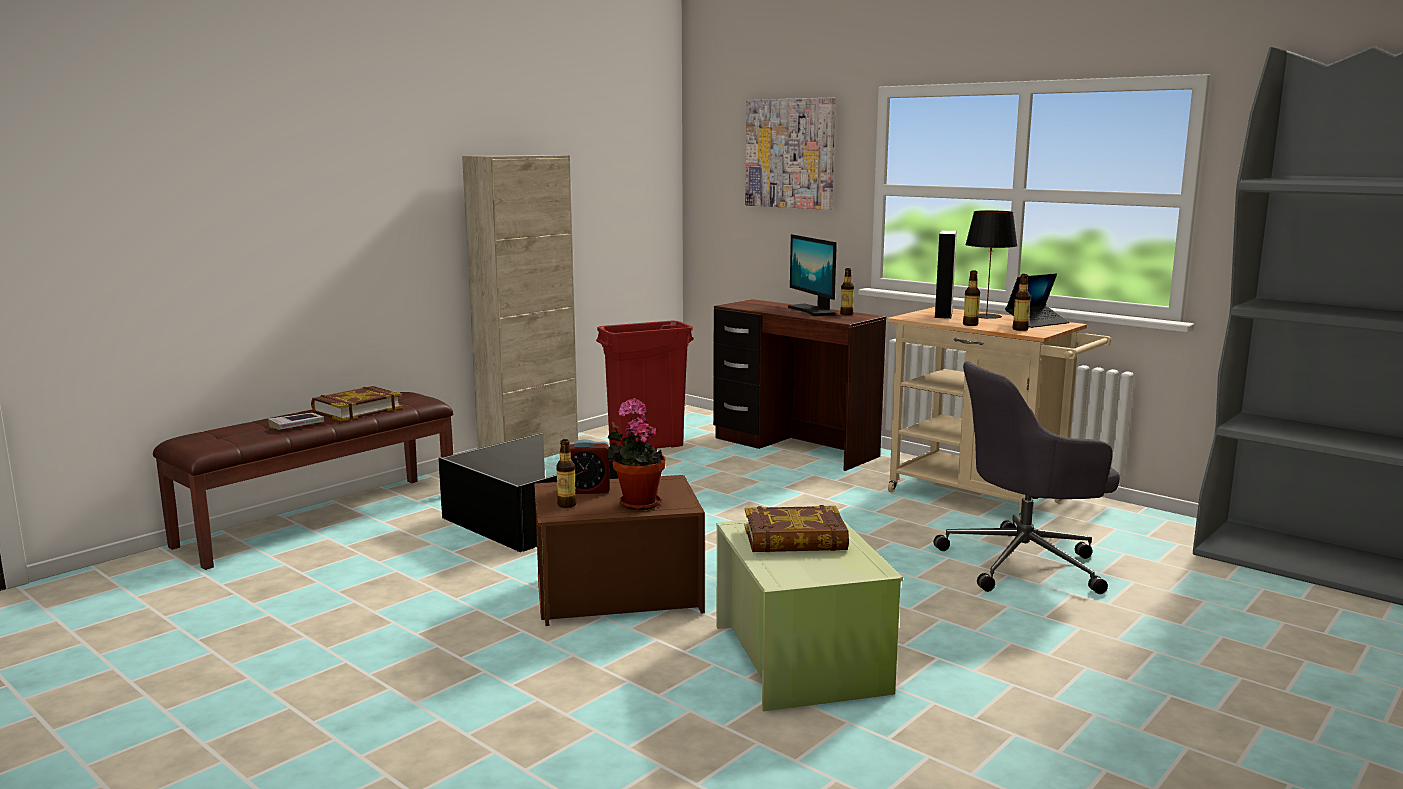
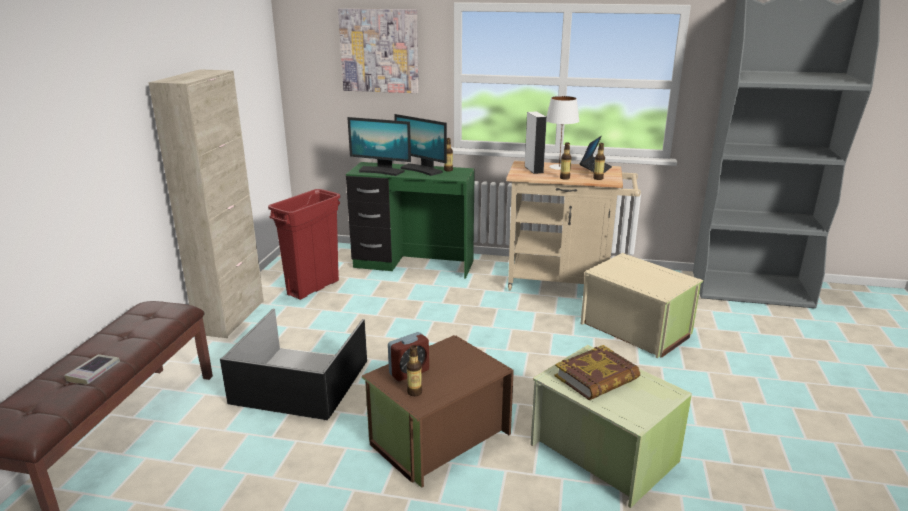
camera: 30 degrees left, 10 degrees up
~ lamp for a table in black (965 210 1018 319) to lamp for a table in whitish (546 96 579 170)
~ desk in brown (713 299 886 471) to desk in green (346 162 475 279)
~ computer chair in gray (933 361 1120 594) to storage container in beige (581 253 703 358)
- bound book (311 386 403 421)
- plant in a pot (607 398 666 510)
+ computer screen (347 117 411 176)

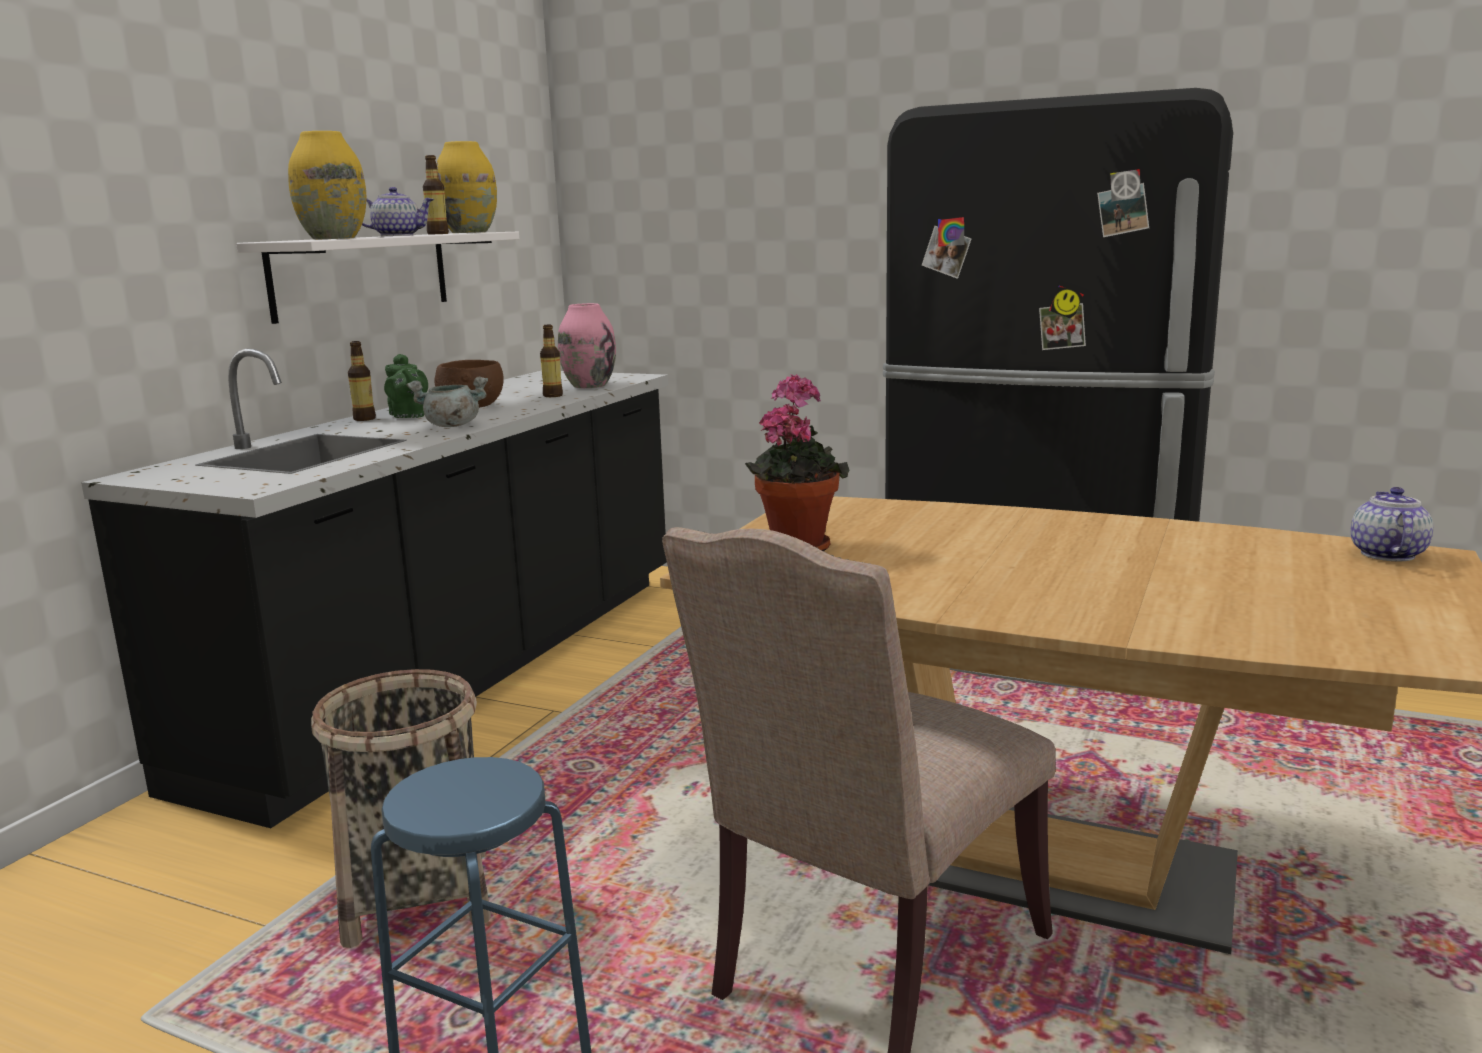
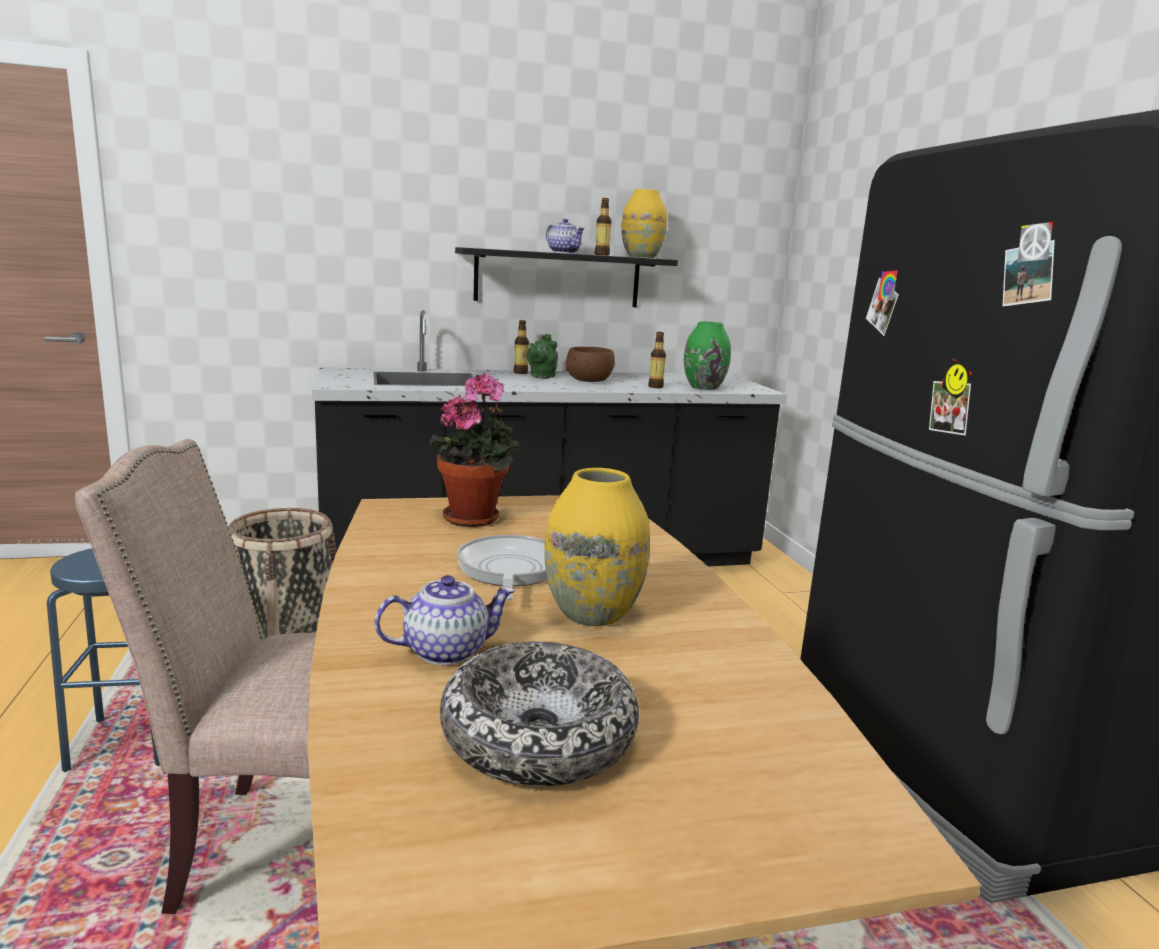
camera: 50 degrees right, 0 degrees up
~ vase in yellowish (288 131 366 240) to (544 468 650 626)
~ bracket shelf in whitish (236 232 519 324) to bracket shelf in black (455 247 678 307)
~ vase in pinkish (558 303 616 388) to vase in green (684 321 731 390)
- saucepot in gray (406 377 488 427)
~ teapot (1351 487 1433 561) to (374 575 515 665)
+ frying pan (457 535 547 601)
+ bowl (440 641 639 786)

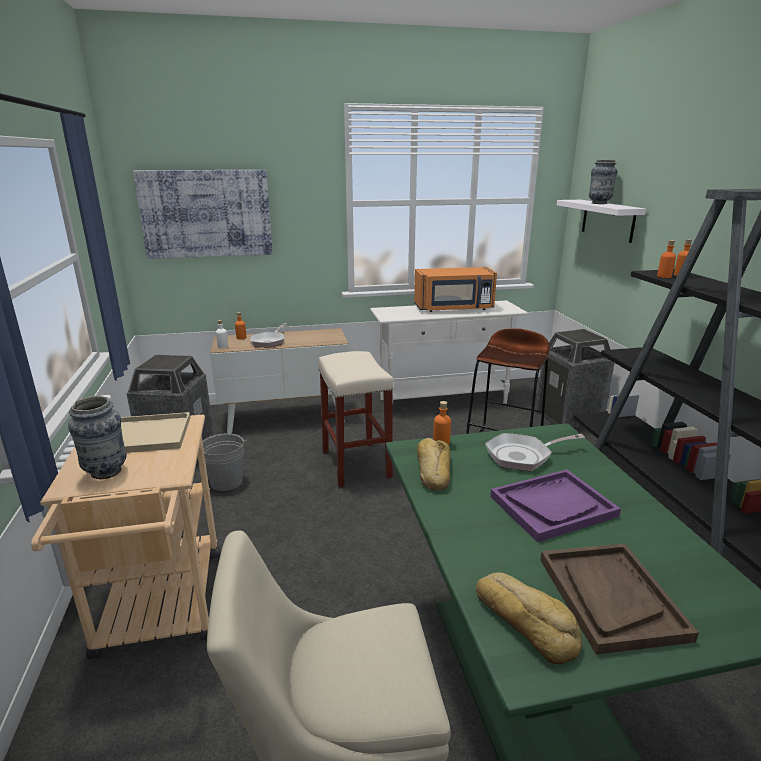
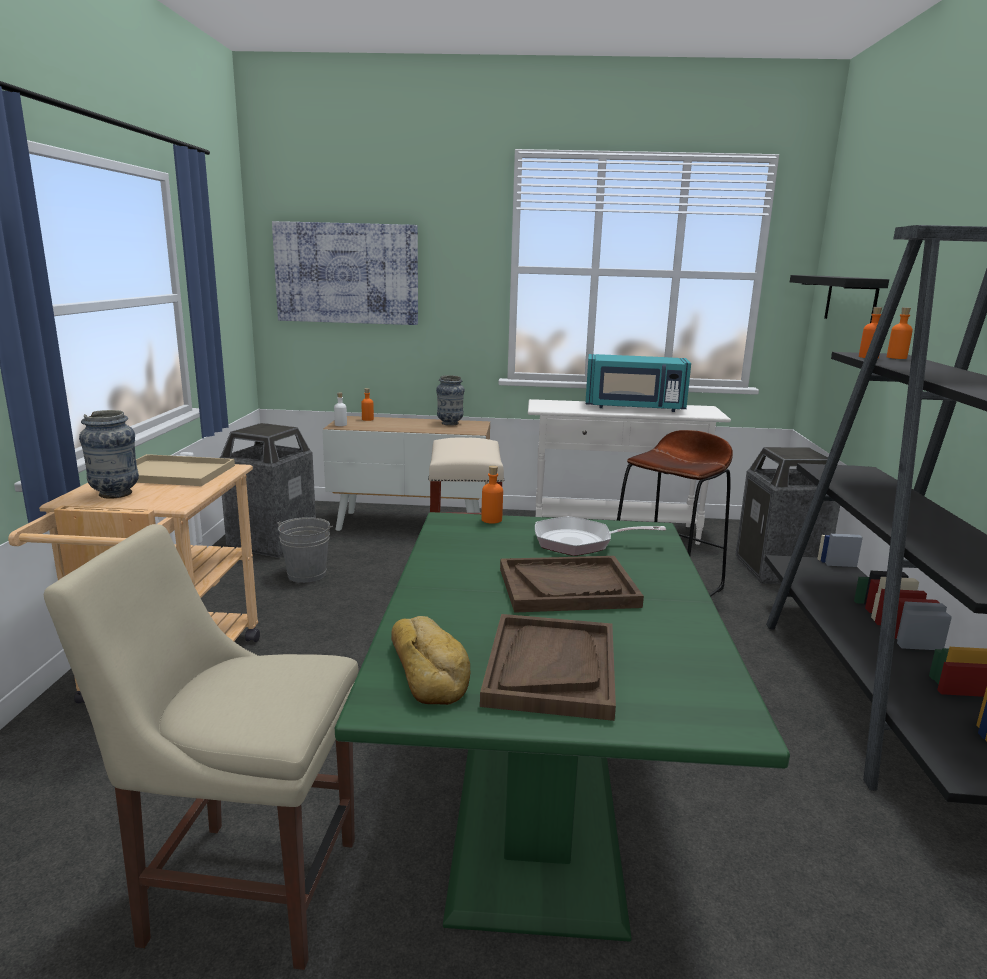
camera: 15 degrees right, 5 degrees down
~ vase (589 160 617 204) to (436 375 465 426)
~ bracket shelf in whitish (557 200 646 243) to bracket shelf in black (790 275 889 323)
~ microwave in orangey (414 267 497 312) to microwave in blue-green (586 354 691 412)
- frying pan (250 323 287 348)
- bread (417 438 450 490)
~ serving tray in purplish (490 469 621 542) to serving tray in brown (500 556 644 613)

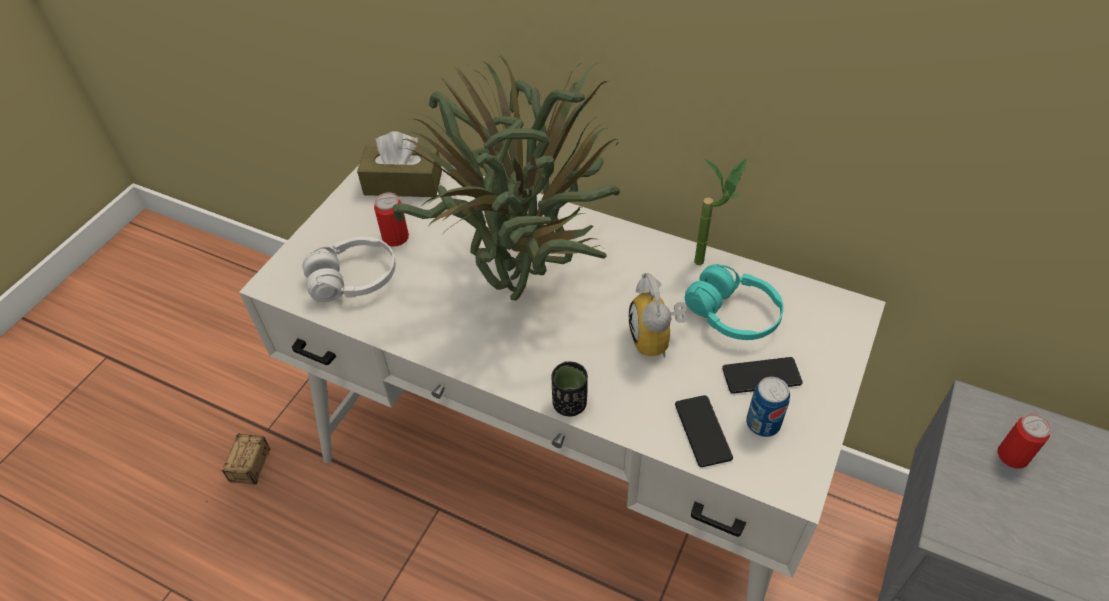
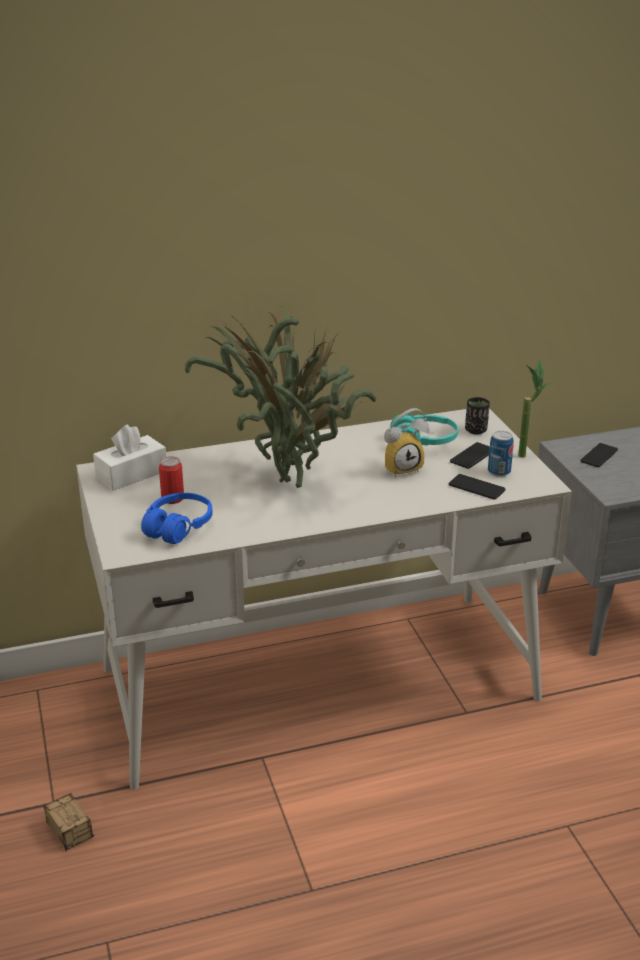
camera: 45 degrees left, 20 degrees down
~ tissue box in brown (357 131 442 197) to tissue box in whitish (93 424 166 491)
~ plant in a pot (694 158 747 265) to (518 359 550 458)
~ pair of headphones in whitish (303 236 396 302) to pair of headphones in bluish (141 493 213 544)
~ bedside clock (629 273 687 357) = (384 408 429 478) 60 degrees counterclockwise
~ cup in black (551 361 588 417) to (465 397 490 435)
~ sealed can (997 414 1051 468) to handset (580 443 618 467)

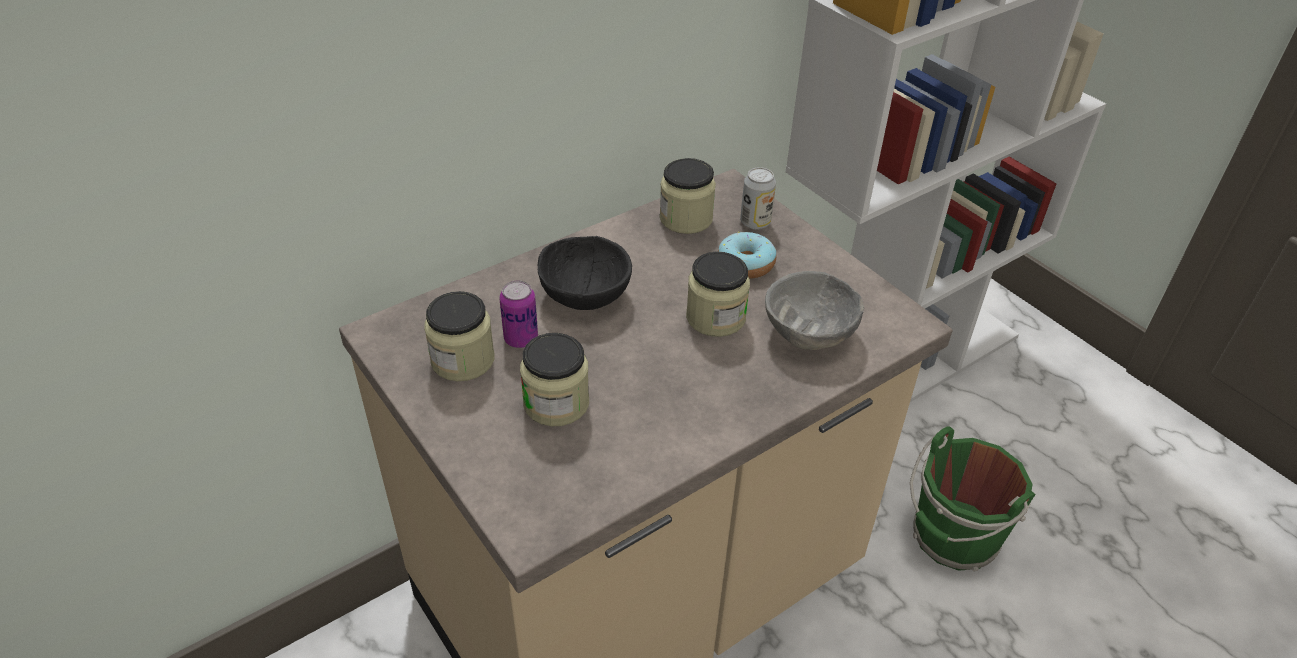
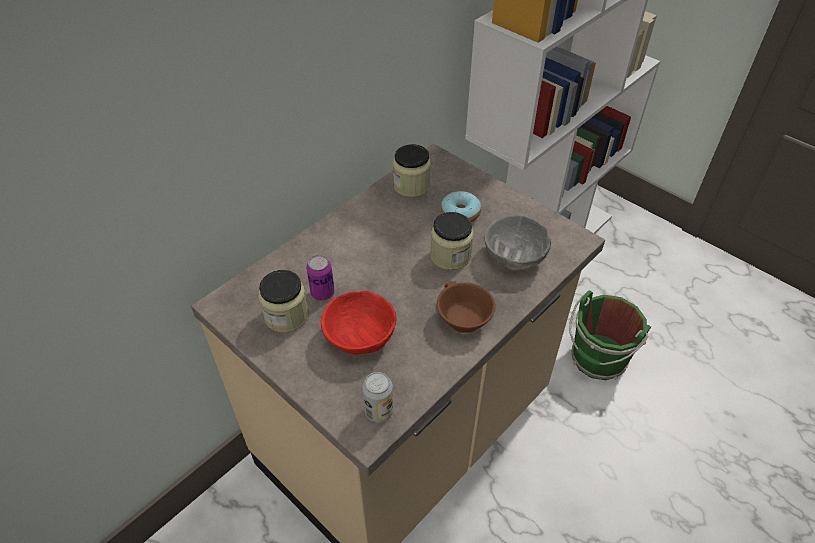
camera: 10 degrees left, 5 degrees up
~ sealed can (740 167 776 230) to (362 372 393 423)
- bowl in black (538 236 632 310)
~ jar (520 333 589 426) to bowl in red-coloured (321 291 397 354)
+ cup in brown (437 281 495 333)

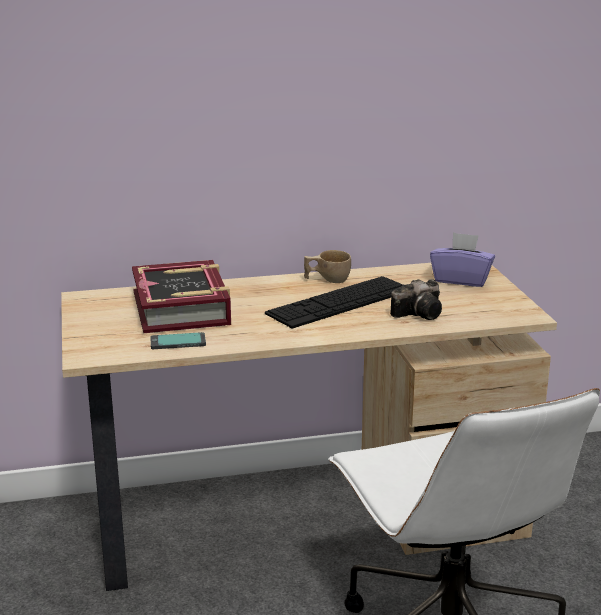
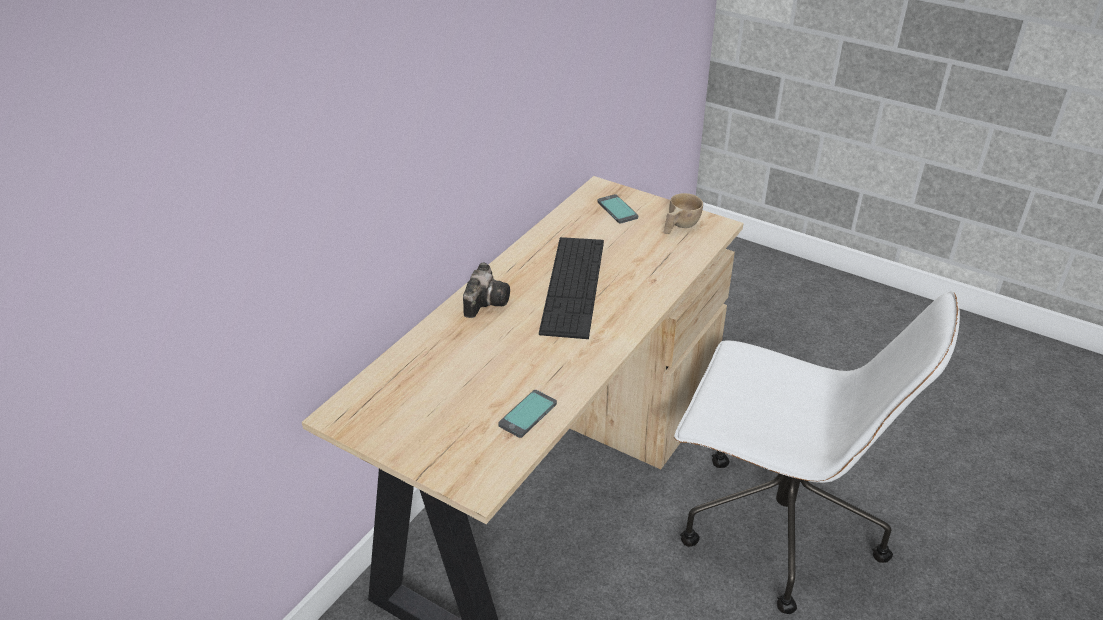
camera: 45 degrees left, 15 degrees up
~ tissue box in purplish (430 232 495 287) to handset (597 194 638 224)
~ cup in beige (304 250 351 283) to (664 193 703 234)
- bound book (132 260 231 333)
~ still camera (390 279 442 320) to (463 262 510 318)

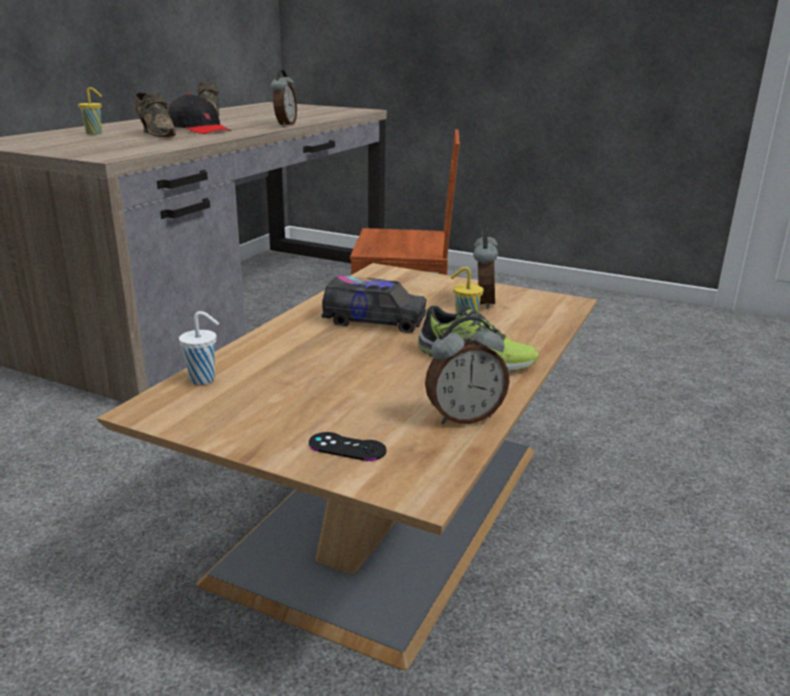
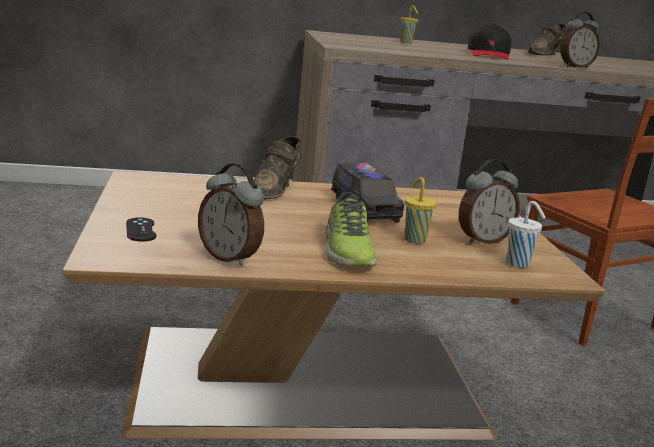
camera: 55 degrees right, 5 degrees down
~ item of footwear in brown (134 92 176 137) to (254 136 301 199)
~ cup in whitish (179 311 219 385) to (506 201 546 268)

